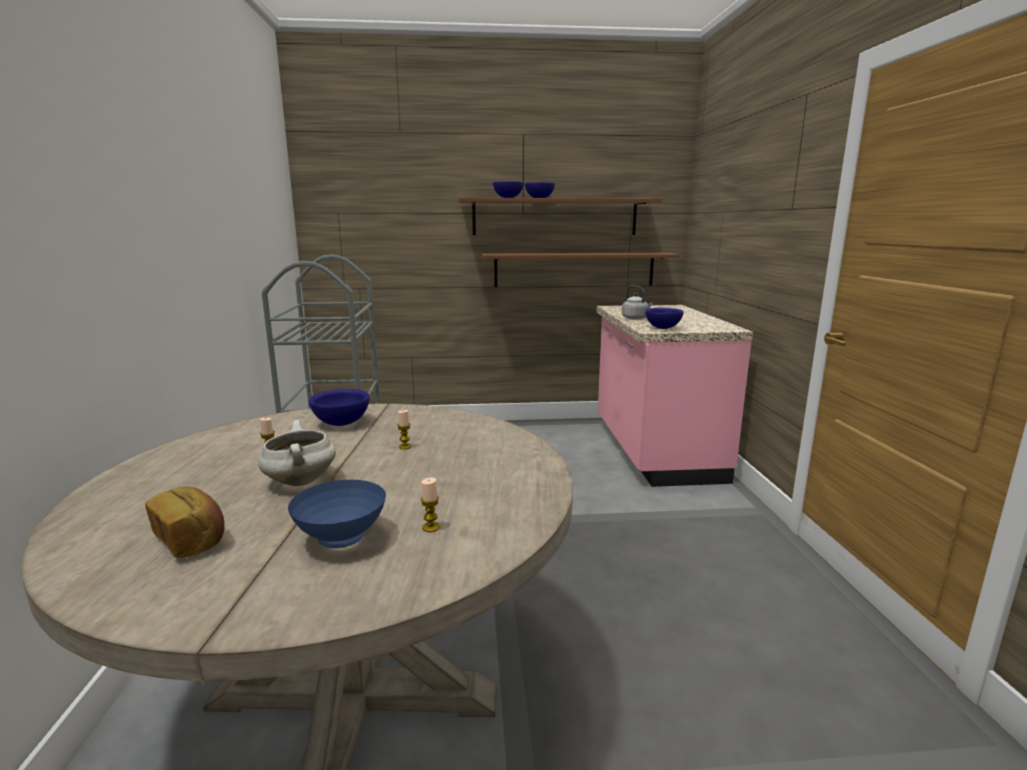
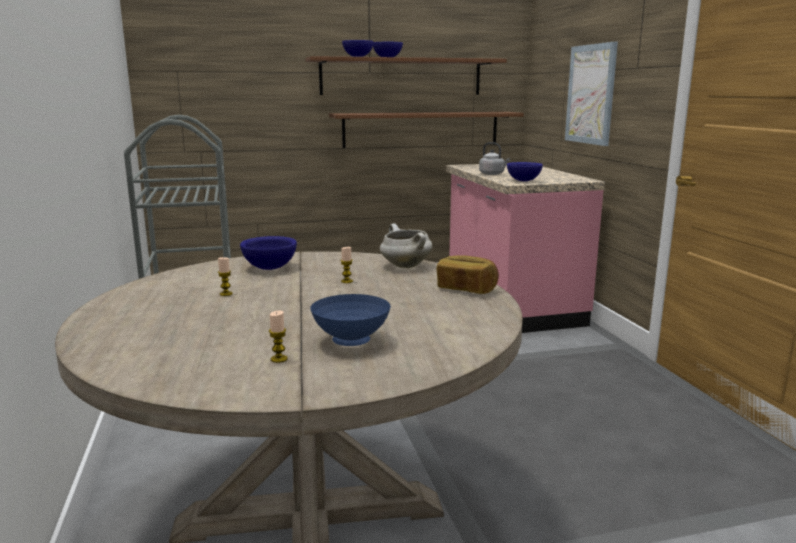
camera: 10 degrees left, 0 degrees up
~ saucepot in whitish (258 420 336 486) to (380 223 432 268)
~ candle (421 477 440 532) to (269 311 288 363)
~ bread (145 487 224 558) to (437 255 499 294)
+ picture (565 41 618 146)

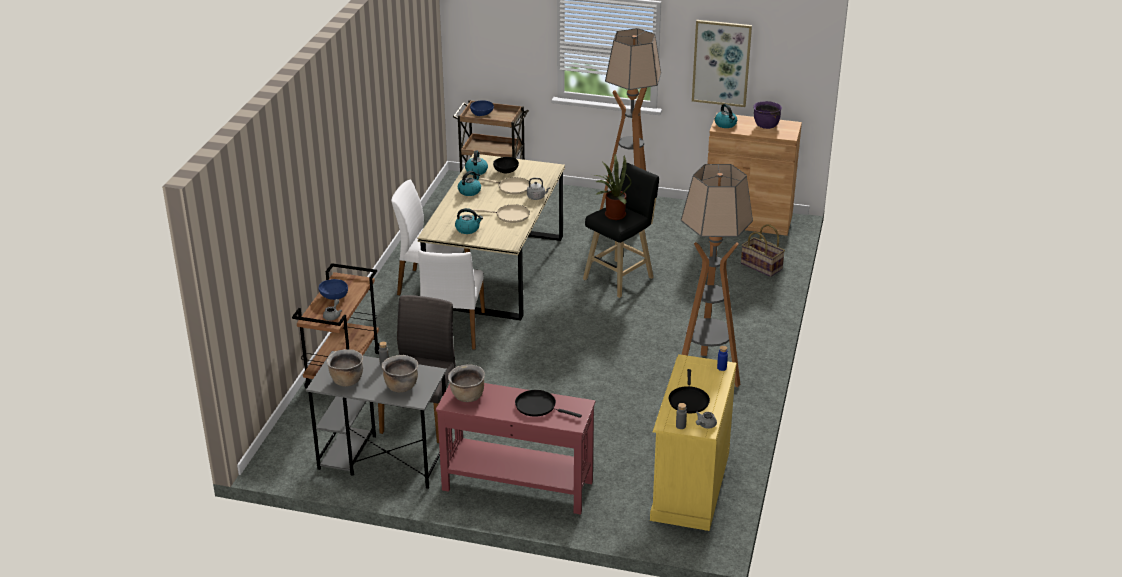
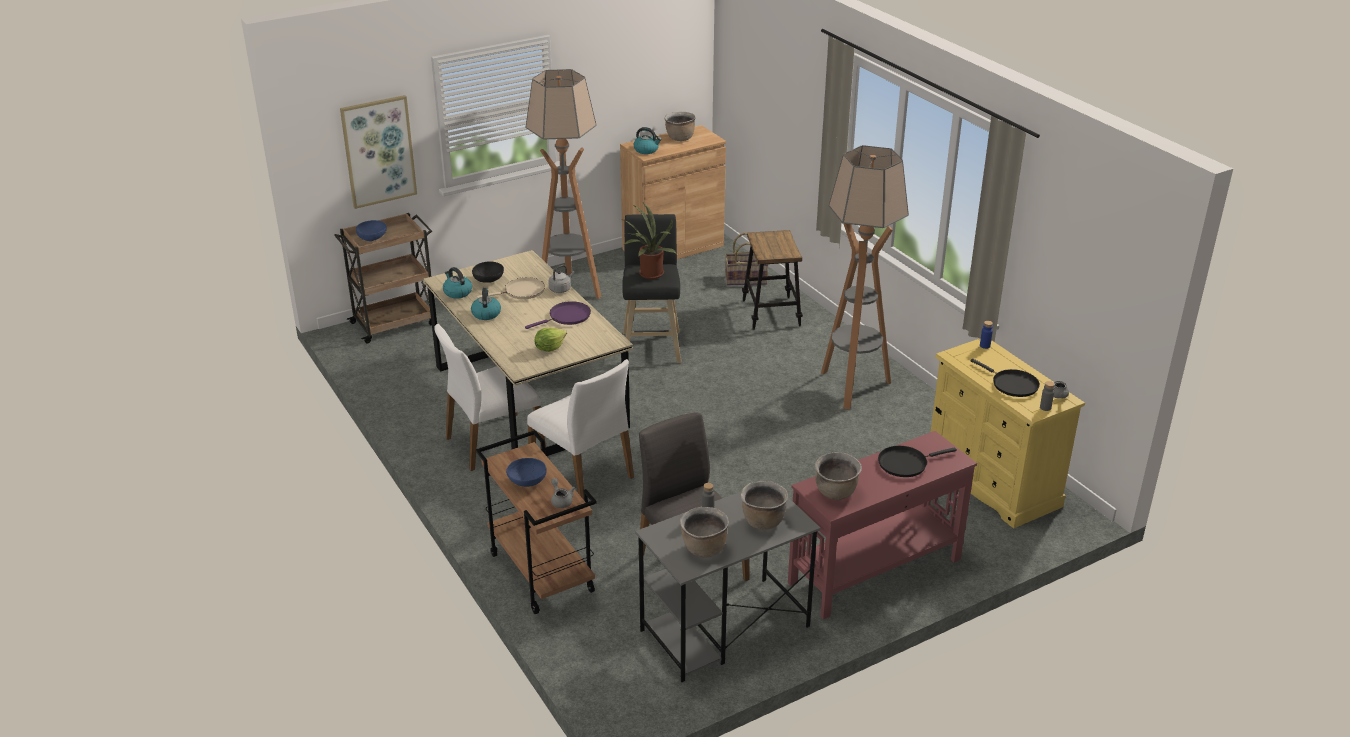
camera: 45 degrees left, 0 degrees up
~ picture (692 20 752 107) to (340 95 417 209)
~ saucepot in purplish (753 101 782 129) to saucepot in brown (664 112 696 141)
~ frying pan in beige (473 204 530 223) to frying pan in purplish (525 301 591 329)
~ kettle (455 208 483 234) to head of lettuce (535 327 567 352)
+ sitting stool (742 230 803 330)

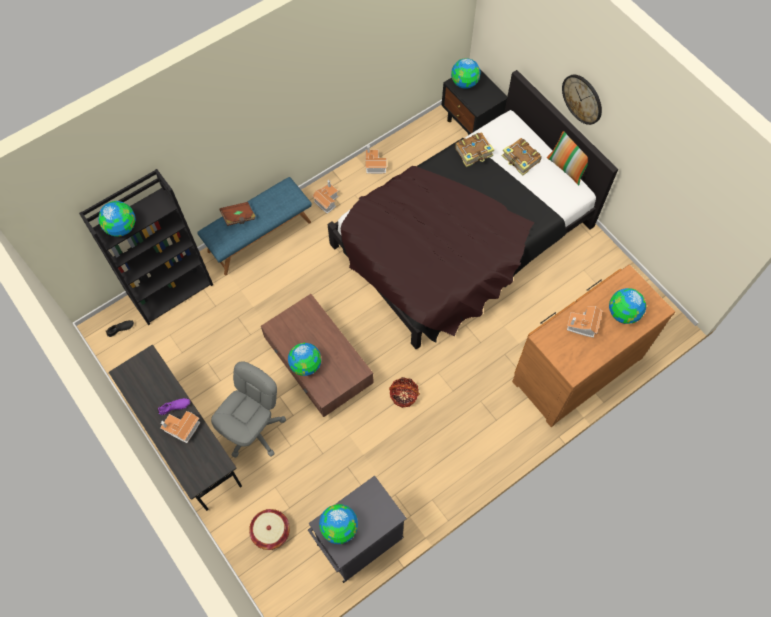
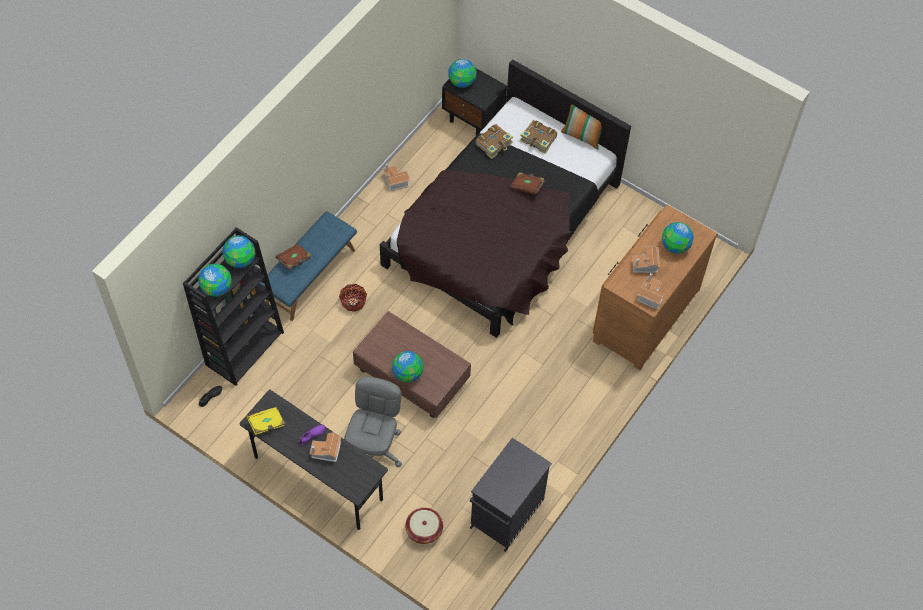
camera: 20 degrees left, 5 degrees down
- wall clock (562 74 602 125)
~ toy house (312 180 338 214) to (637 273 665 309)
~ basket (389 377 420 408) to (339 284 367 312)
~ desk globe (319 504 358 544) to (222 235 255 268)
+ bound book in brown (510 172 545 194)
+ bound book in yellowish (247 407 285 435)

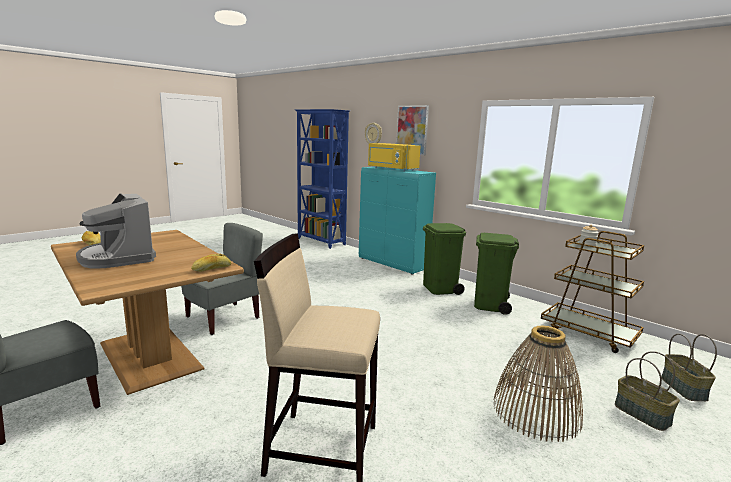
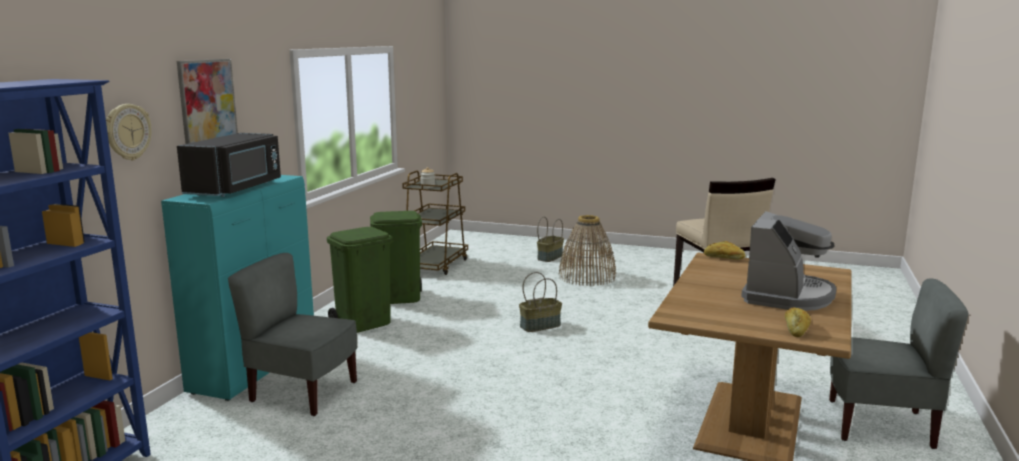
camera: 115 degrees left, 0 degrees up
~ microwave in yellowish (368 143 421 171) to microwave in black (177 133 281 197)
~ chair in gray (181 223 263 335) to (228 253 357 416)
~ basket (661 334 717 401) to (519 272 562 332)

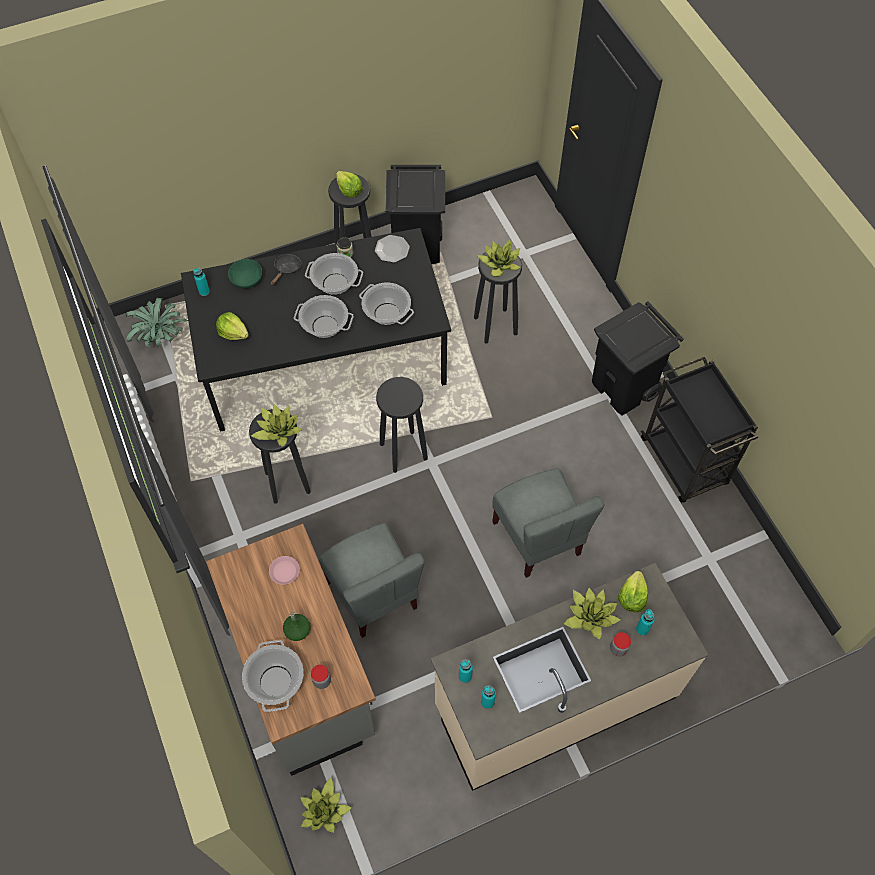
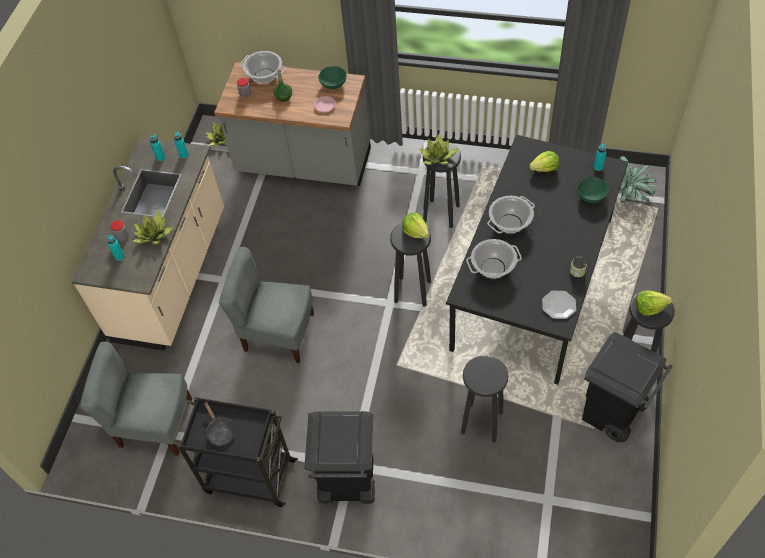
camera: 130 degrees right, 5 degrees down
- plant in a pot (477 239 520 277)
- saucepot (305 253 363 295)
~ frying pan in black (271 254 301 285) to (204 402 235 445)
~ chair in gray (319 523 425 638) to (80 342 192 456)
~ head of lettuce (618 571 648 612) to (402 213 429 239)
+ bowl in green (318 66 346 89)

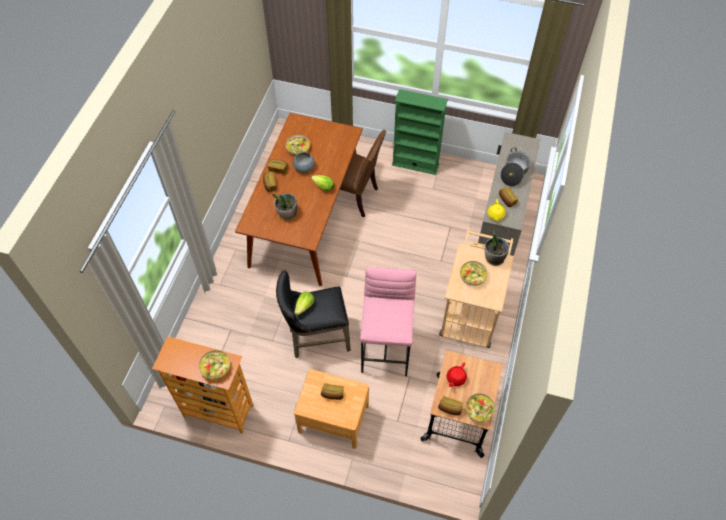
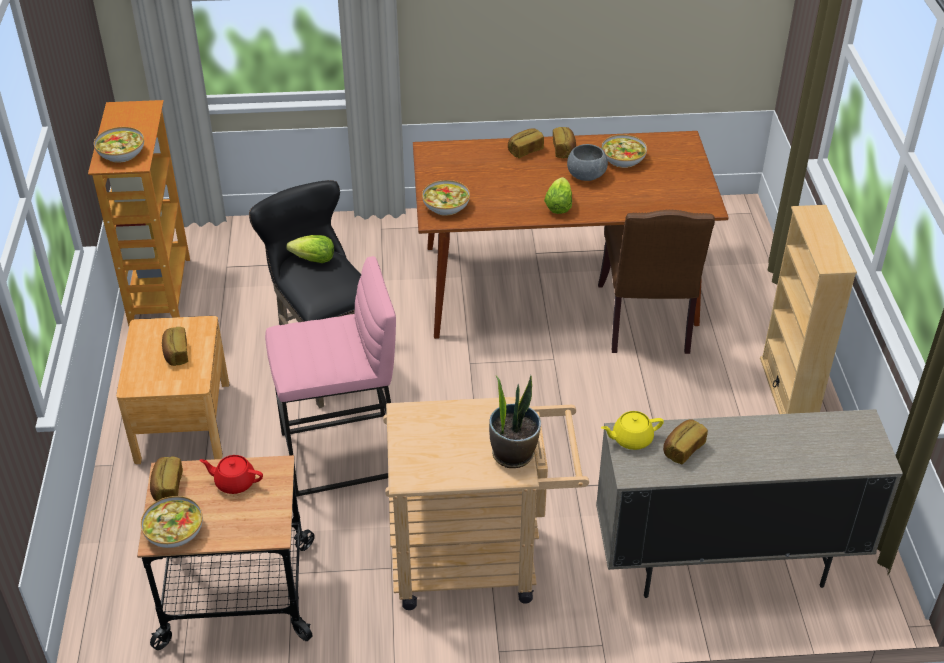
camera: 70 degrees right, 15 degrees down
~ shelving unit in green (392 89 448 175) to shelving unit in beige (760 205 857 414)
- saucepot (500 147 531 187)
- plant in a pot (273 193 297 221)
~ bowl (460 261 488 286) to (422 180 470 216)

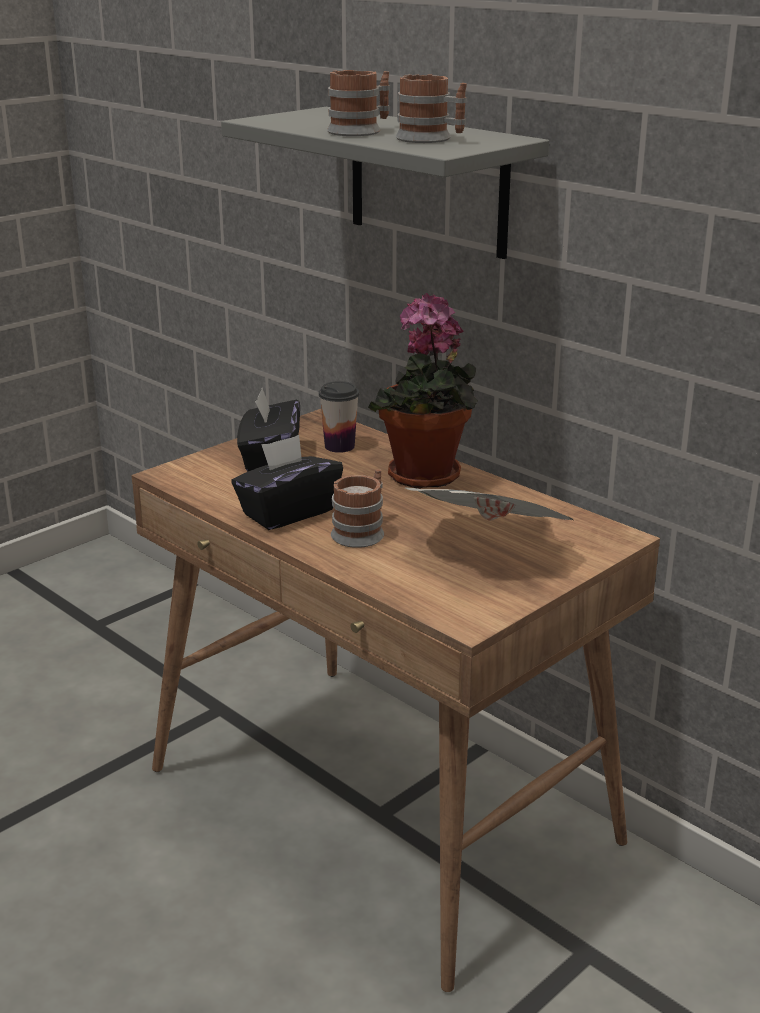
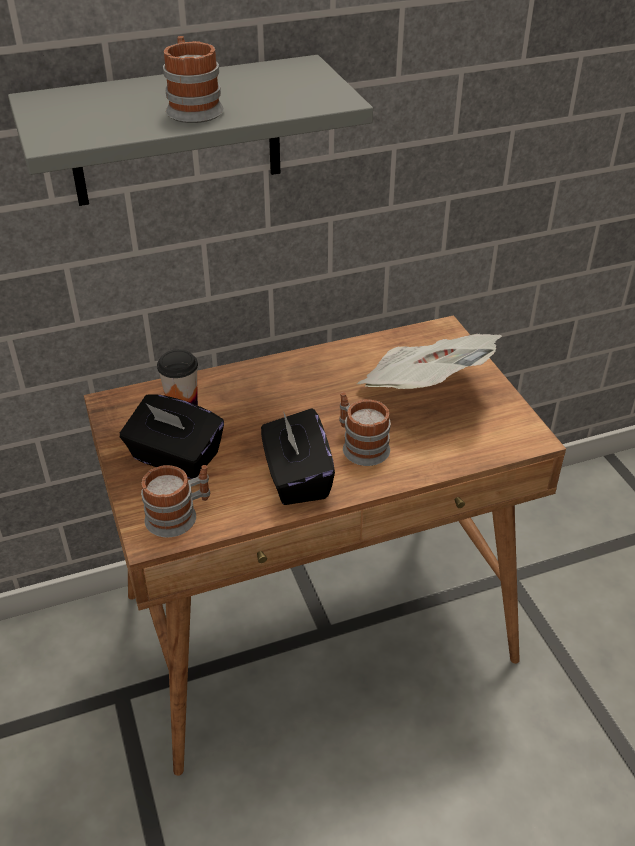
camera: 65 degrees left, 15 degrees up
~ mug (396 74 467 143) to (141 465 210 537)
- plant in a pot (368 293 478 489)

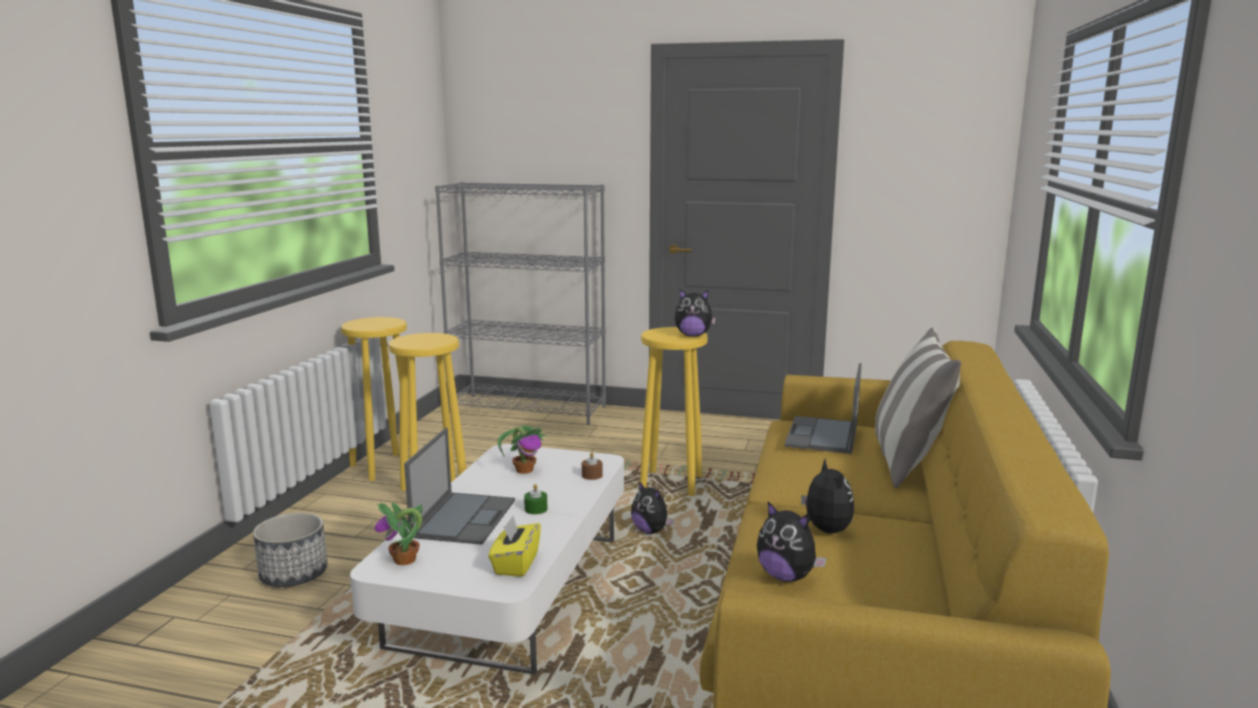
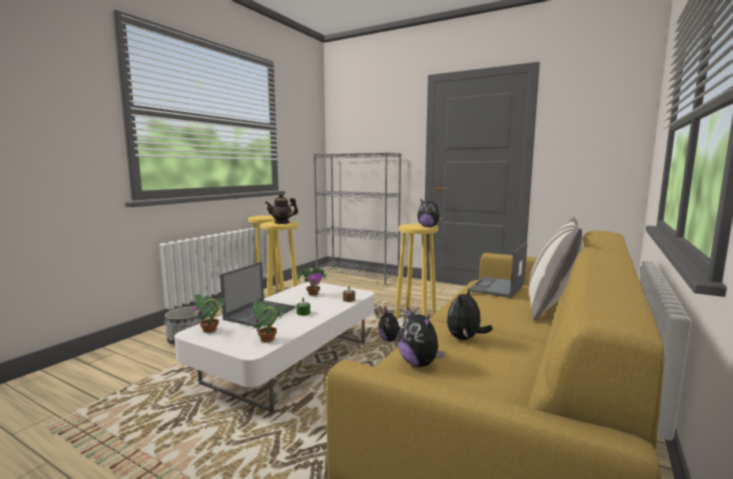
camera: 15 degrees right, 5 degrees down
~ soft toy (801 459 854 534) = (447 287 493 340) 150 degrees counterclockwise
~ tissue box in yellowish (488 516 541 577) to plant in a pot (250 300 285 342)
+ teapot (265 193 298 224)

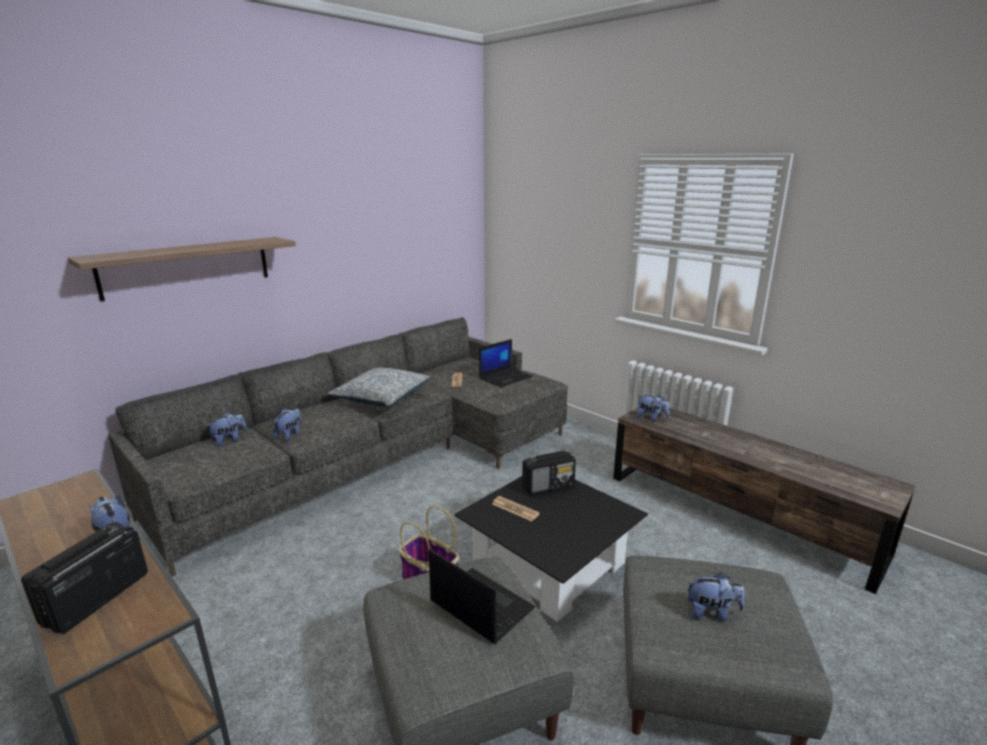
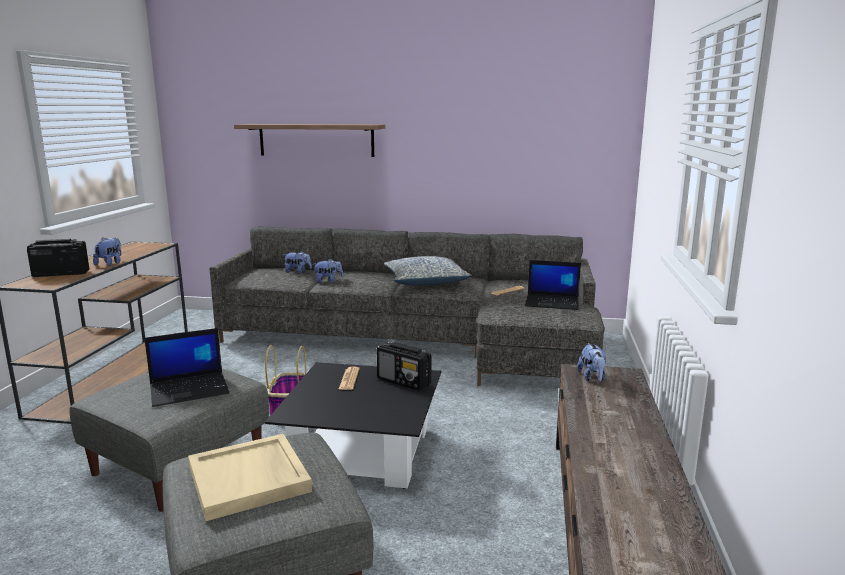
camera: 55 degrees right, 5 degrees down
~ laptop (429 549 536 644) = (144 328 229 407) 60 degrees clockwise
~ soft toy (687 572 745 621) to serving tray in beige (188 434 312 521)

